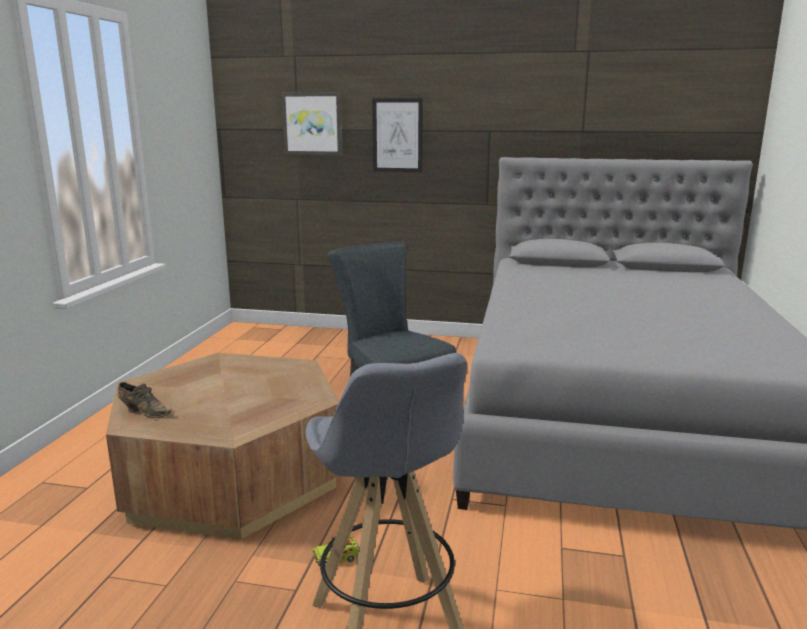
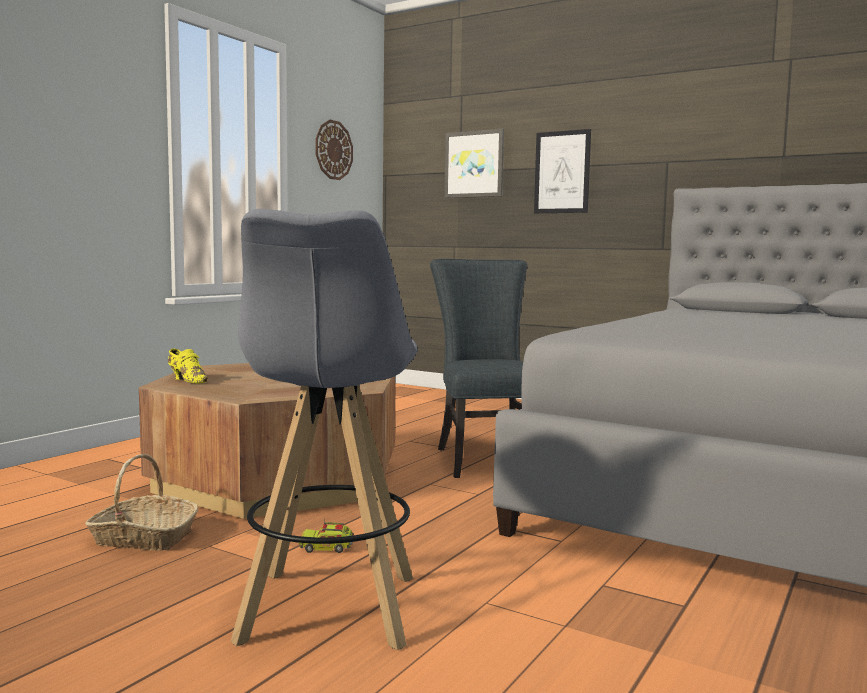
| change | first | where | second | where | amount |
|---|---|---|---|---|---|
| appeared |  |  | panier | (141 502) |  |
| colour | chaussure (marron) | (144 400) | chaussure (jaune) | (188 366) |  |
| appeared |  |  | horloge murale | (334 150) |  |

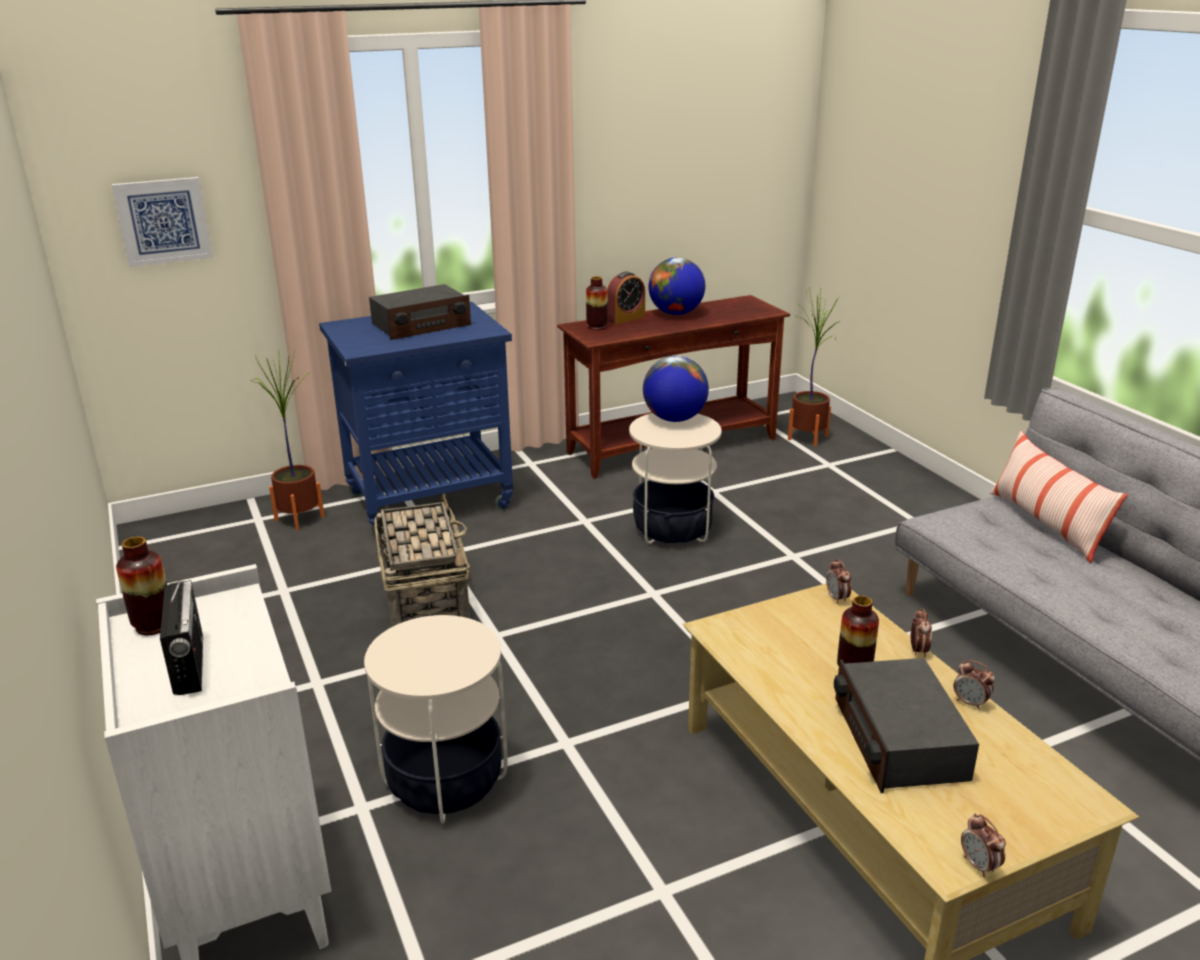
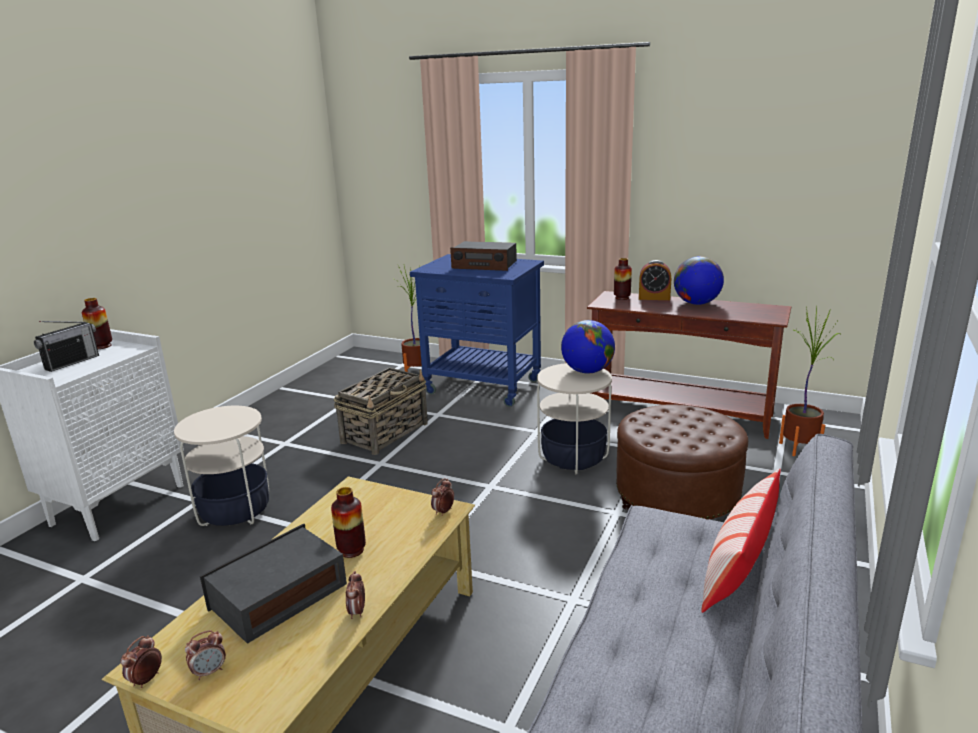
| change | first | where | second | where | amount |
|---|---|---|---|---|---|
| relocated | réveil | (921 632) |  | (205 655) |  |
| appeared |  |  | pouf (marron) | (682 462) |  |
| missing | tableau | (162 222) |  |  |  |

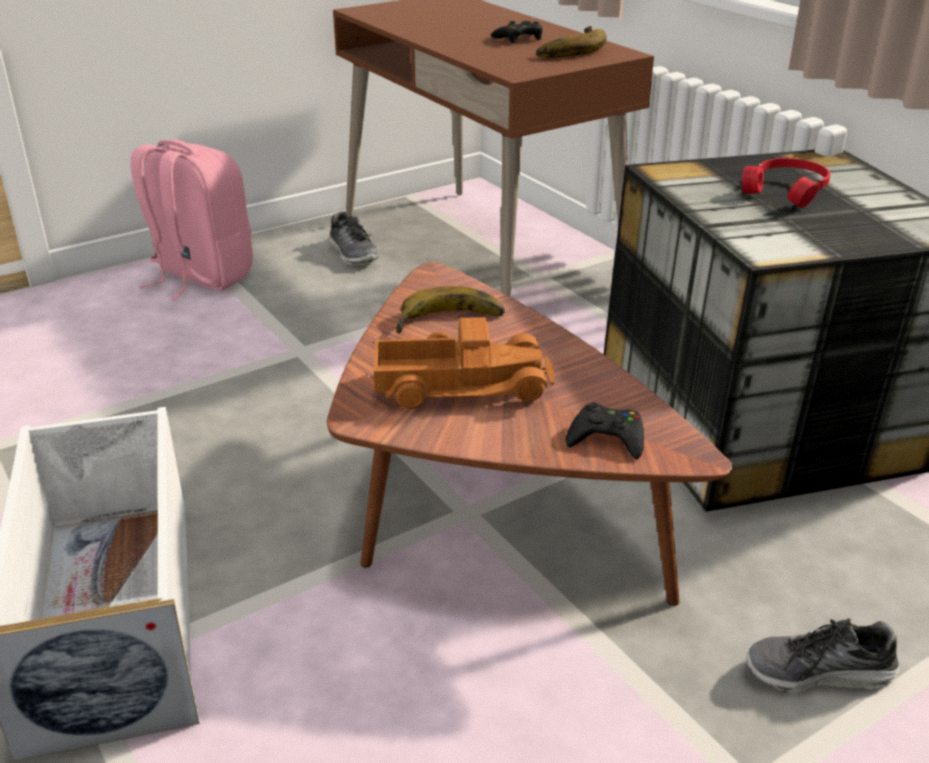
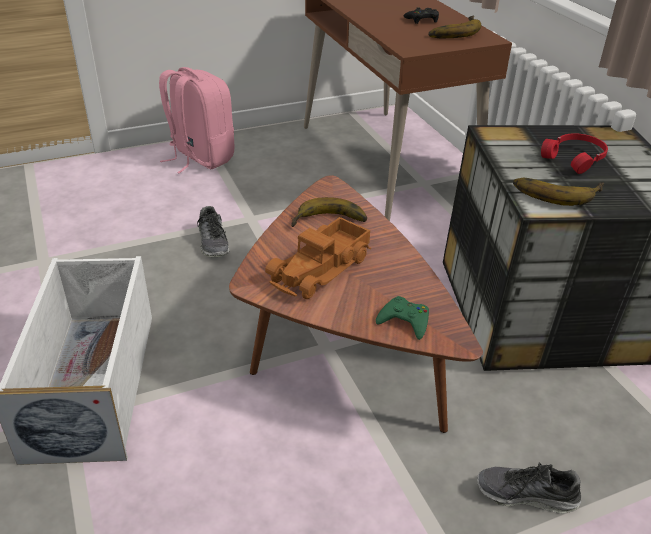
| change | first | where | second | where | amount |
|---|---|---|---|---|---|
| relocated | chaussure | (353 238) |  | (213 231) |  |
| spun | camion jouet | (464 363) |  | (318 258) | 120 degrees clockwise |
| colour | manette (noir) | (605 431) | manette (vert) | (402 318) |  |
| appeared |  |  | banane | (558 192) |  |

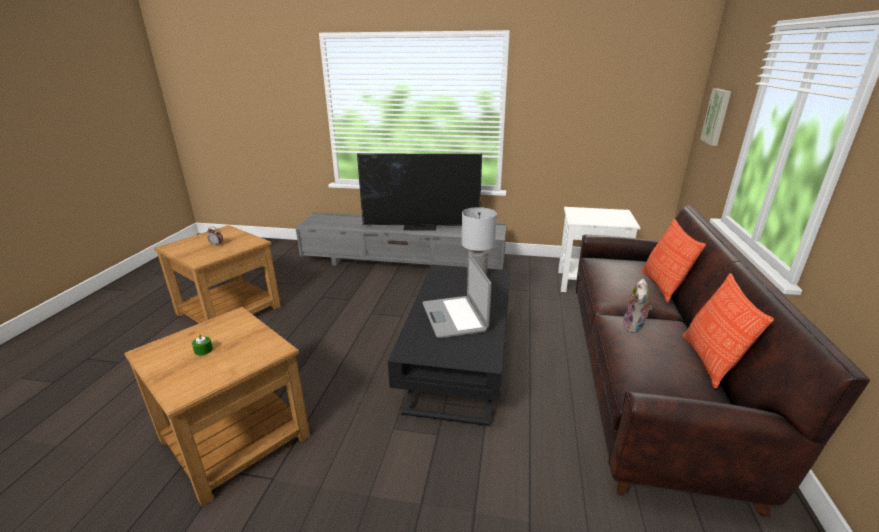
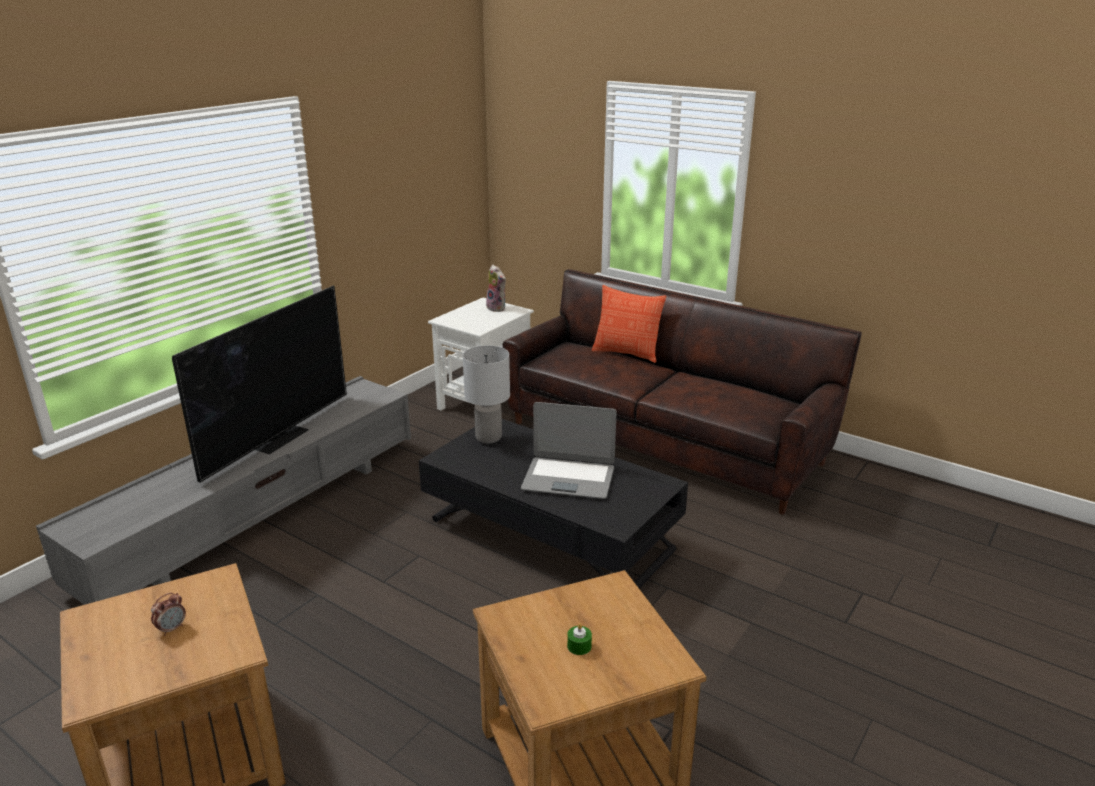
| change | first | where | second | where | amount |
|---|---|---|---|---|---|
| relocated | peluche | (637 306) |  | (496 288) |  |
| missing | coussin (orange) | (728 331) |  |  |  |
| missing | tableau | (715 117) |  |  |  |

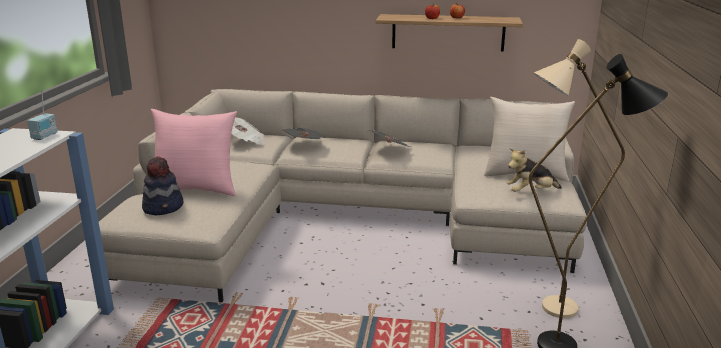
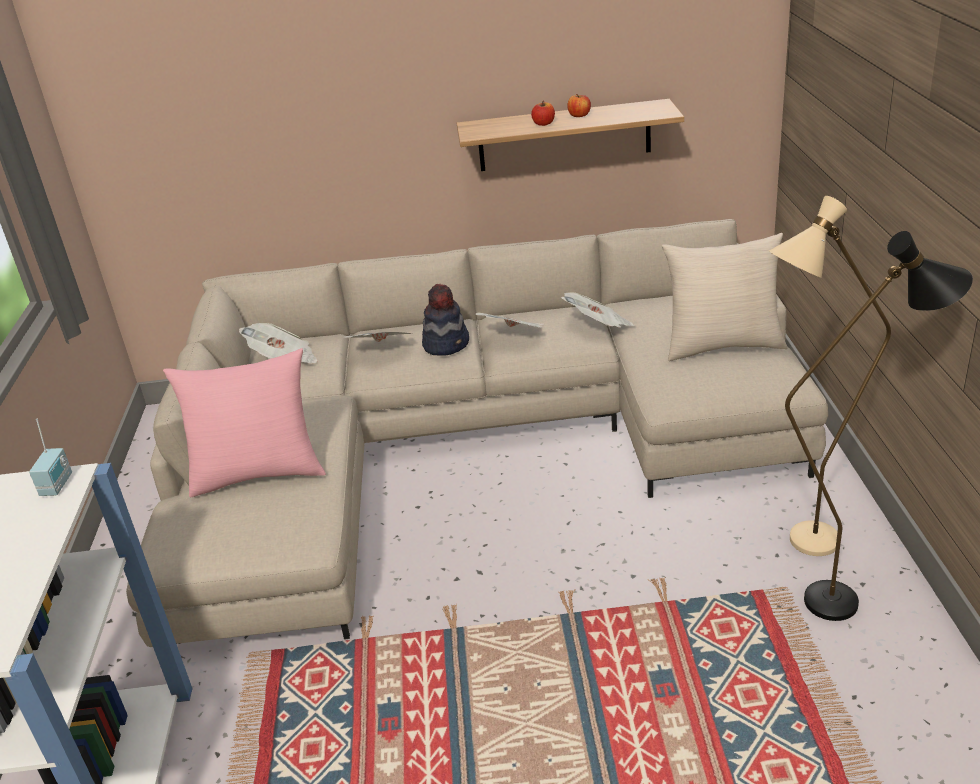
| change | first | where | second | where | amount |
|---|---|---|---|---|---|
| relocated | chapeau | (162 185) |  | (445 320) |  |
| appeared |  |  | journal | (598 310) |  |
| missing | peluche | (534 170) |  |  |  |

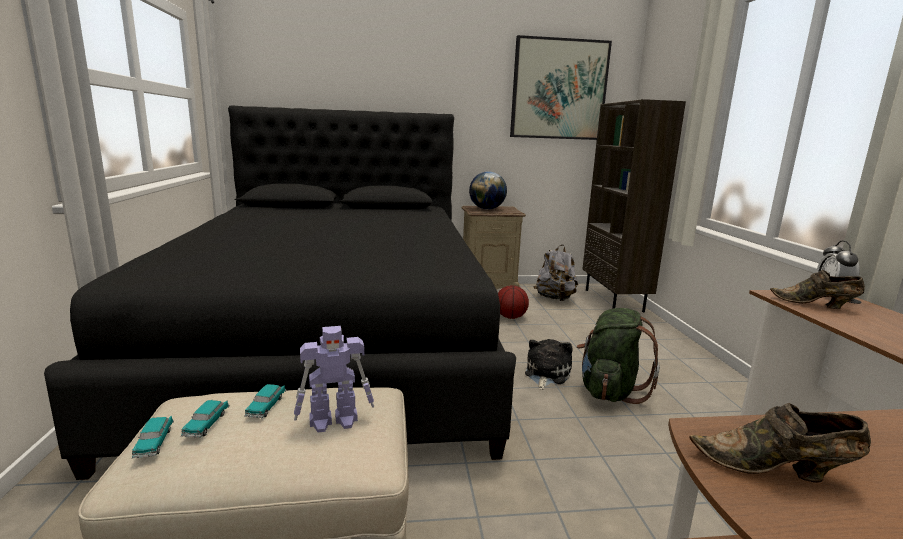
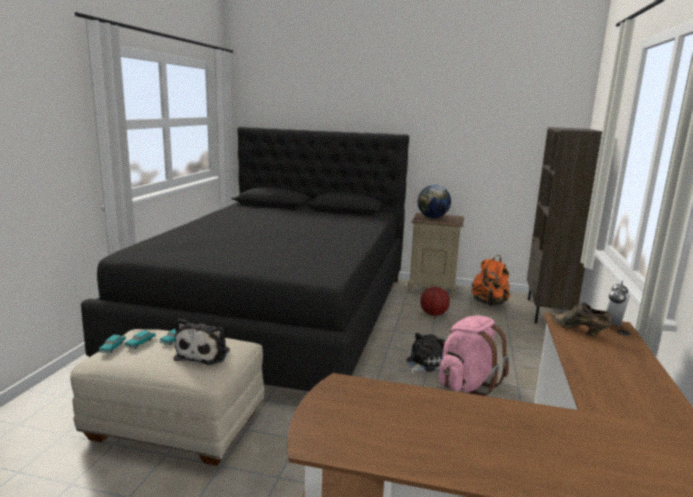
| change | first | where | second | where | amount |
|---|---|---|---|---|---|
| exchanged | robot jouet | (334 379) | peluche | (202 341) |  |
| colour | sac à dos (vert) | (618 356) | sac à dos (rose) | (474 355) |  |
| colour | sac à dos (gris) | (555 273) | sac à dos (orange) | (491 280) |  |
| missing | tableau | (561 87) |  |  |  |
| missing | chaussure (marron) | (780 443) |  |  |  |

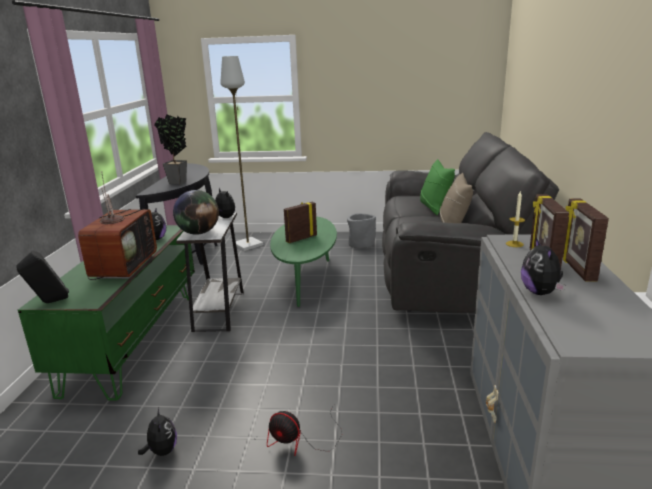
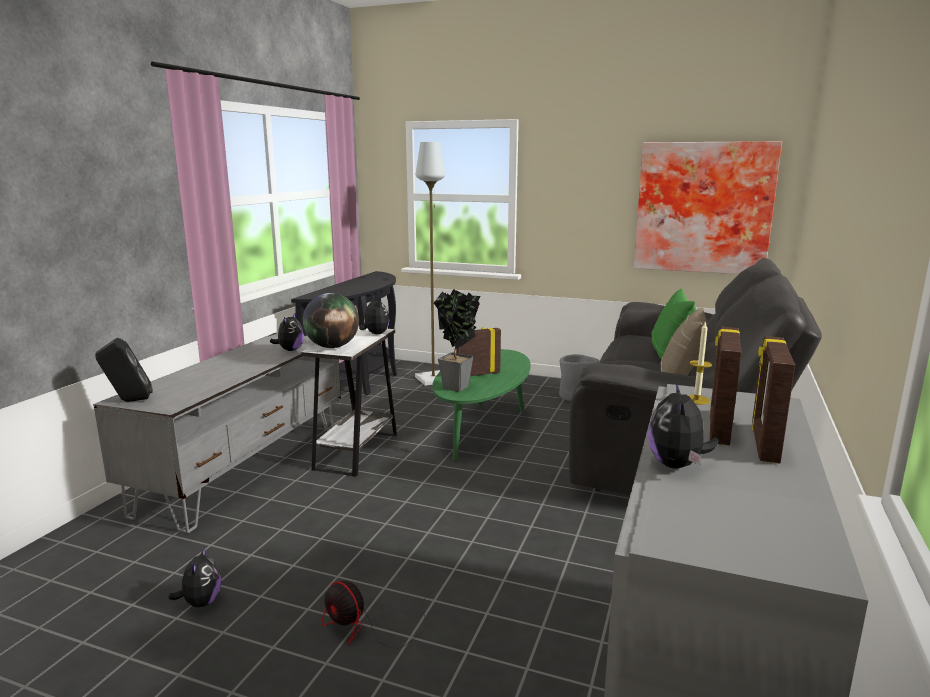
| change | first | where | second | where | amount |
|---|---|---|---|---|---|
| colour | meuble télé (vert) | (106 313) | meuble télé (gris) | (217 433) |  |
| relocated | plante en pot | (170 149) |  | (457 340) |  |
| appeared |  |  | tableau | (708 207) |  |
| missing | téléviseur | (117 225) |  |  |  |

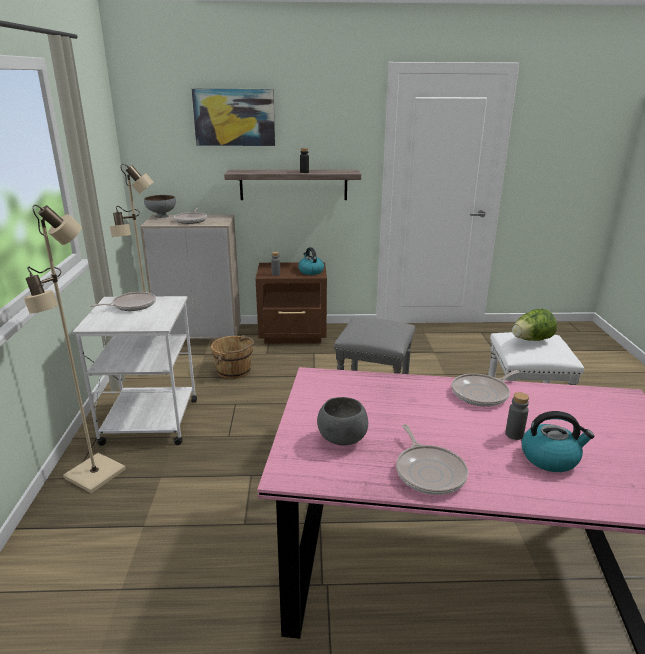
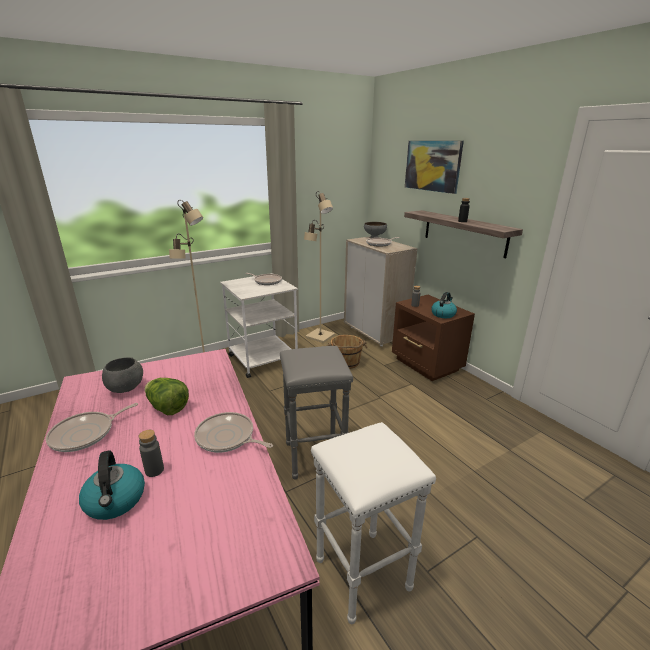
| change | first | where | second | where | amount |
|---|---|---|---|---|---|
| relocated | laitue | (534 325) |  | (167 396) |  |

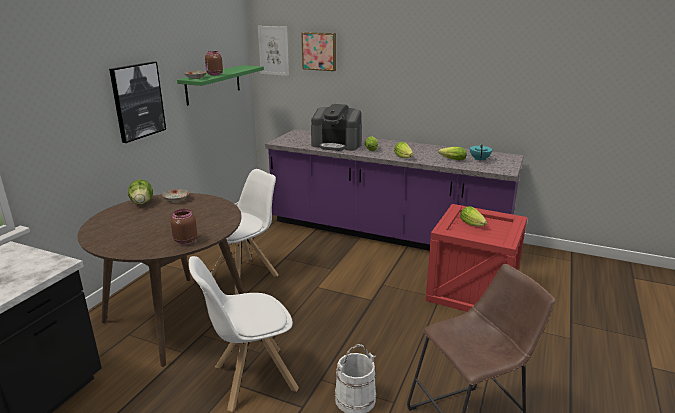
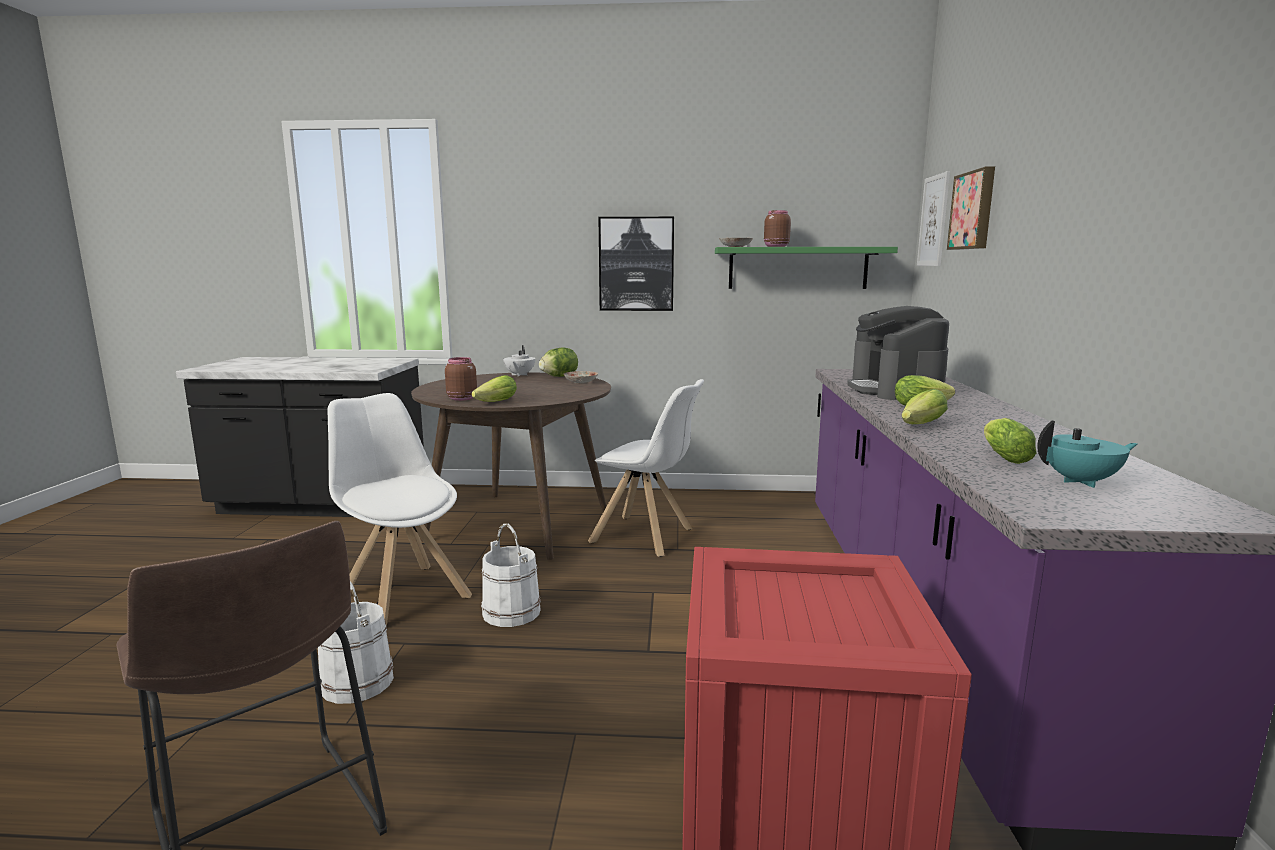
| change | first | where | second | where | amount |
|---|---|---|---|---|---|
| relocated | laitue | (473 217) |  | (494 388) |  |
| appeared |  |  | seau (blanc) | (511 575) |  |
| appeared |  |  | théière (blanc) | (519 361) |  |

